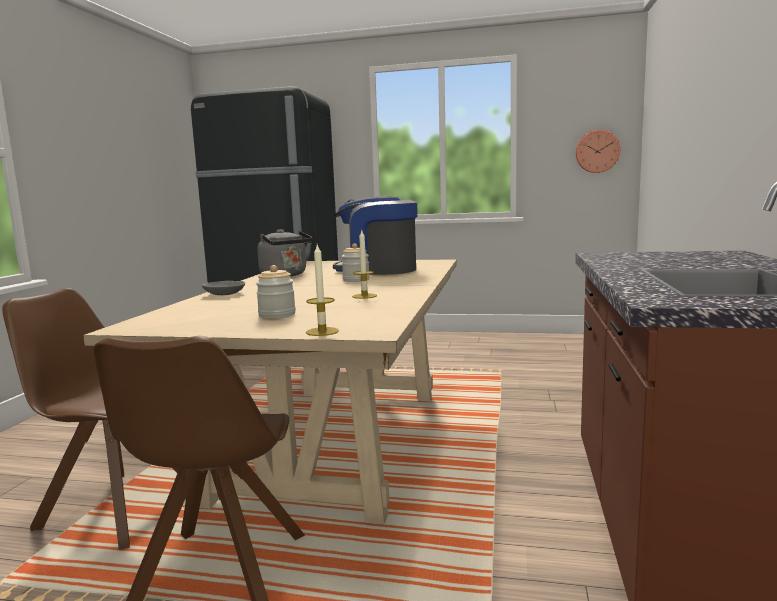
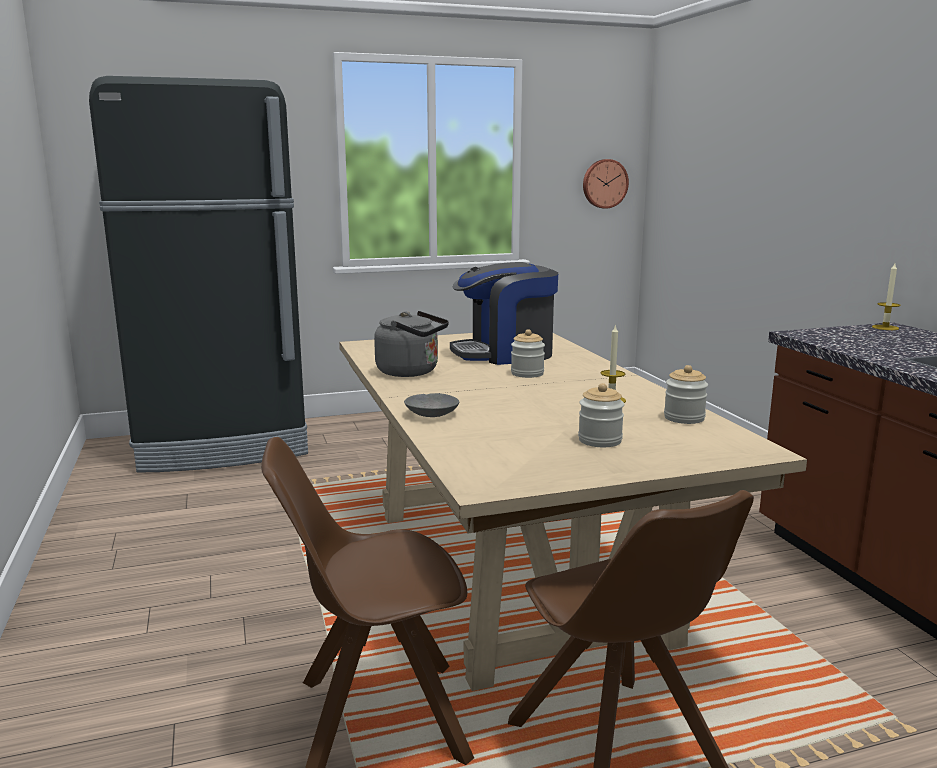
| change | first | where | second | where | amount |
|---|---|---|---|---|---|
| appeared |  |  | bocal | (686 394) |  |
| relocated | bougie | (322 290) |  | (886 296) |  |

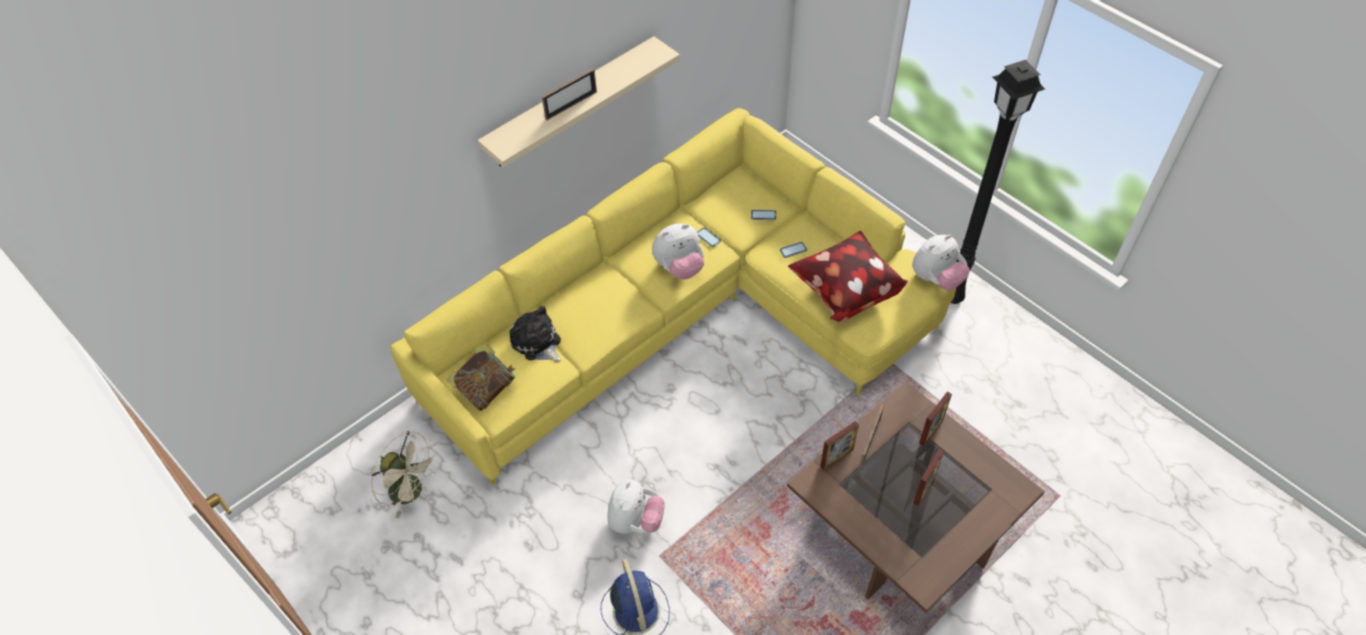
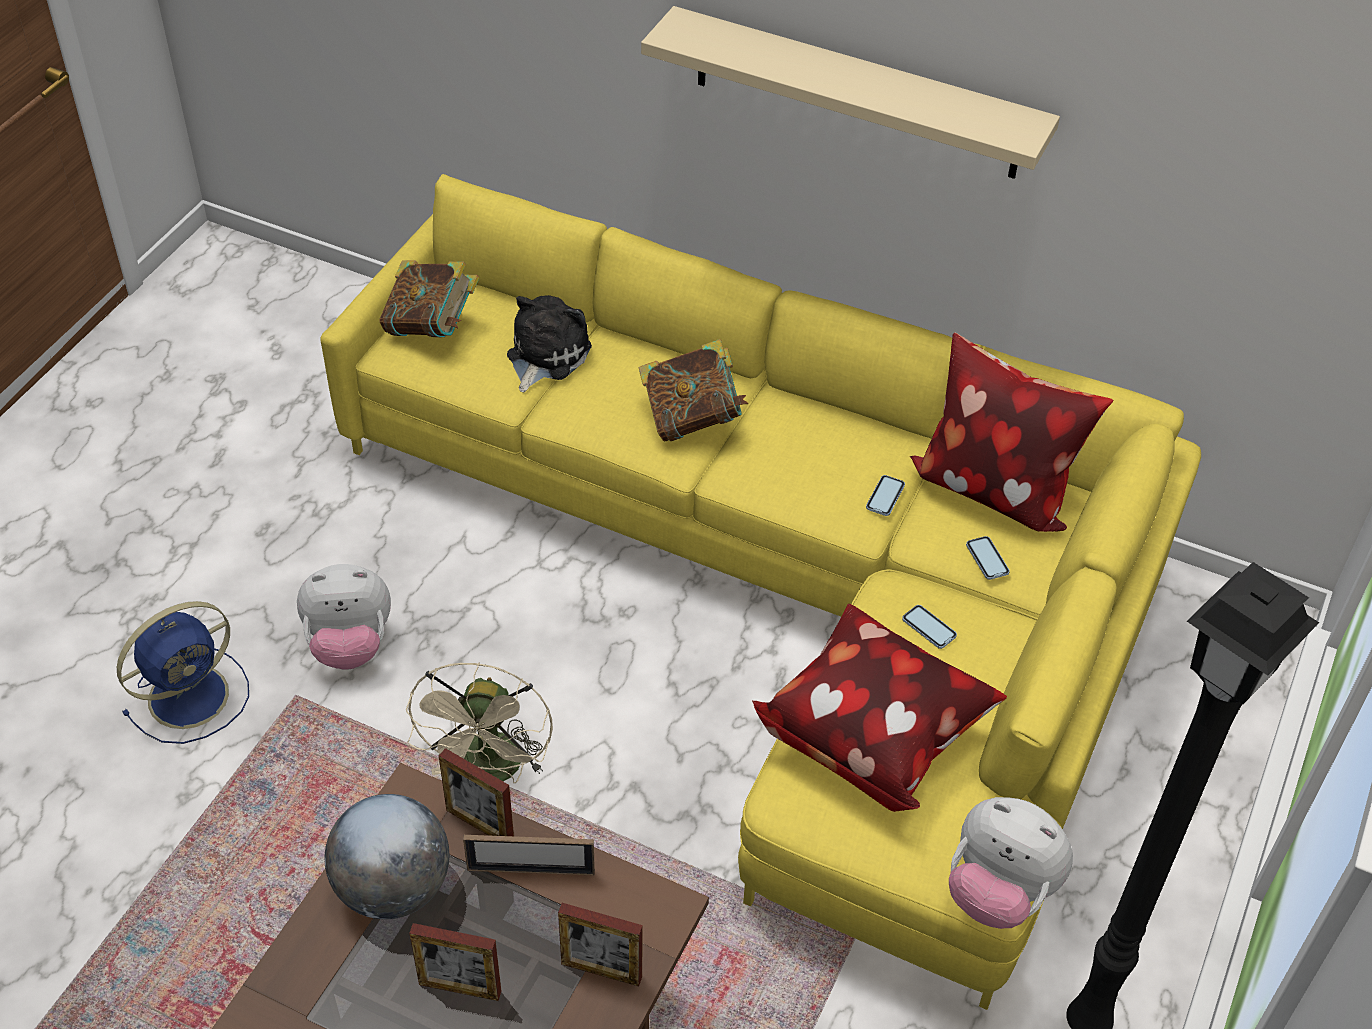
| change | first | where | second | where | amount |
|---|---|---|---|---|---|
| appeared |  |  | globe | (387 856) |  |
| relocated | ventilateur (beige) | (404 474) |  | (479 723) |  |
| appeared |  |  | livre | (693 390) |  |
| appeared |  |  | coussin | (1011 432) |  |
| missing | cadre photo | (569 94) |  |  |  |
| missing | peluche | (678 251) |  |  |  |

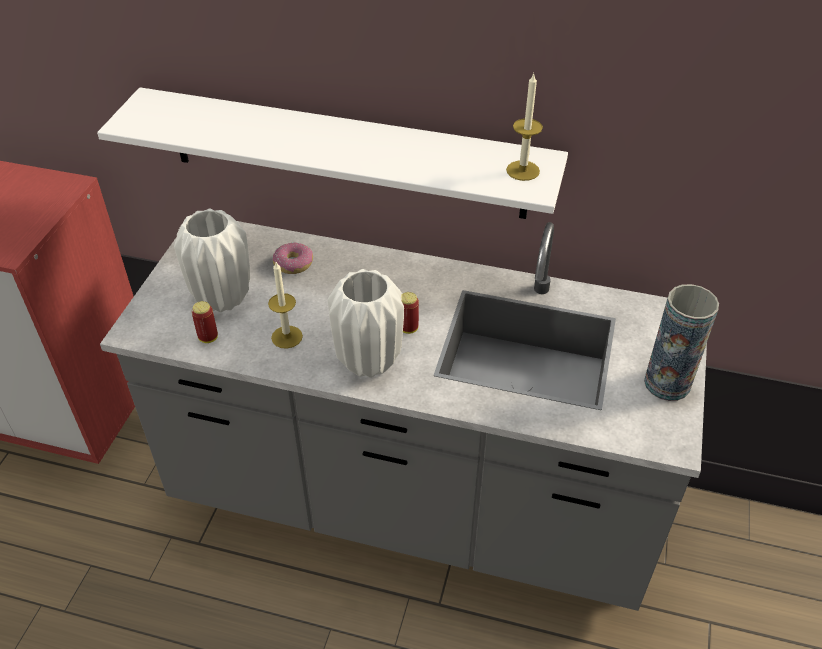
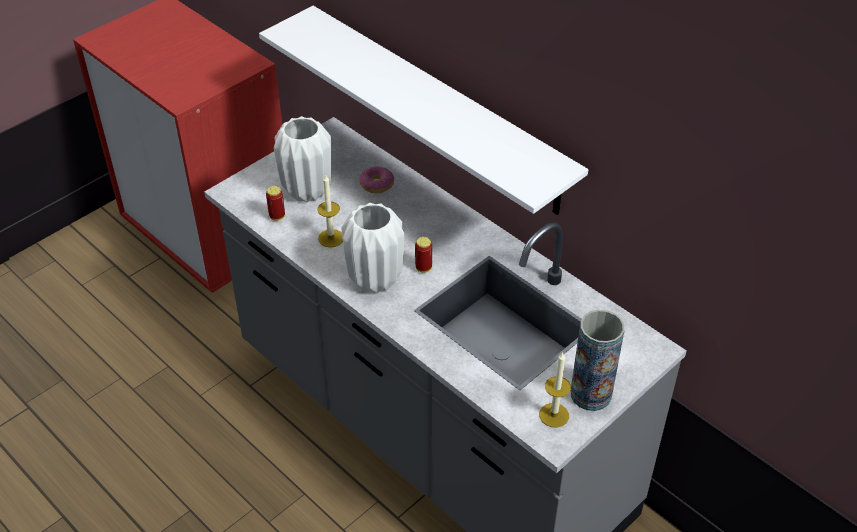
| change | first | where | second | where | amount |
|---|---|---|---|---|---|
| relocated | bougie | (524 127) |  | (555 390) |  |

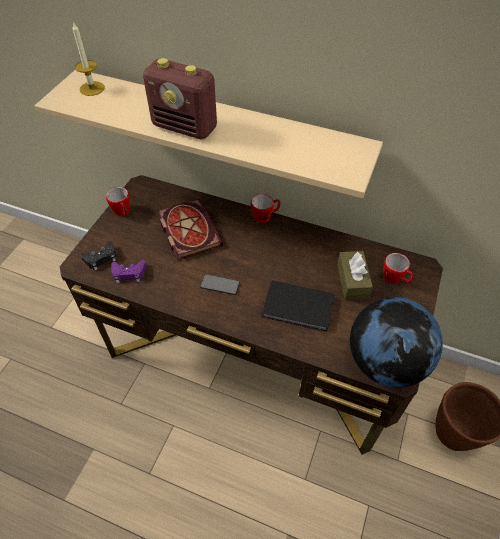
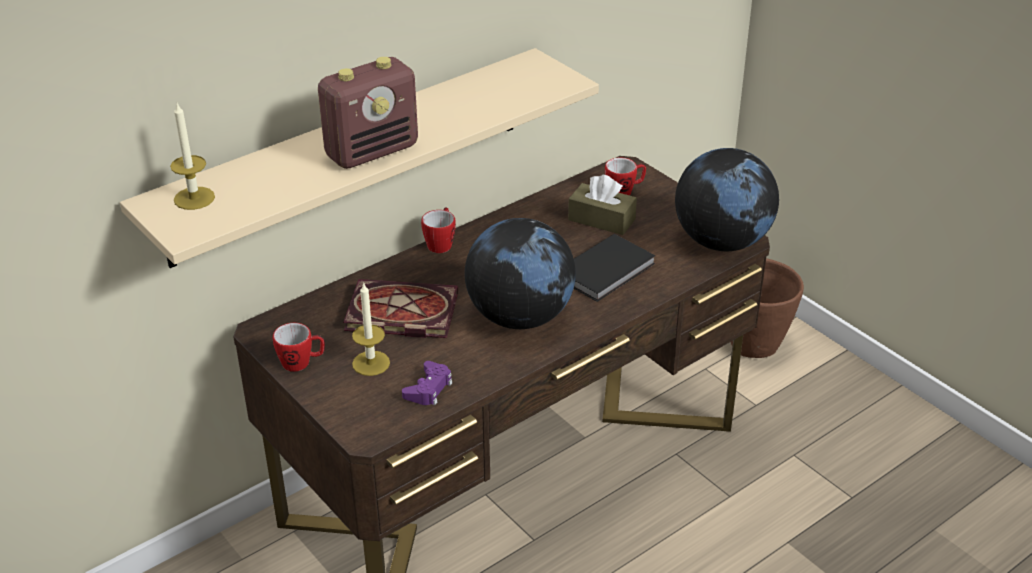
| change | first | where | second | where | amount |
|---|---|---|---|---|---|
| appeared |  |  | bougie | (371 329) |  |
| exchanged | téléphone | (220 284) | globe | (520 273) |  |
| missing | manette (noir) | (98 255) |  |  |  |

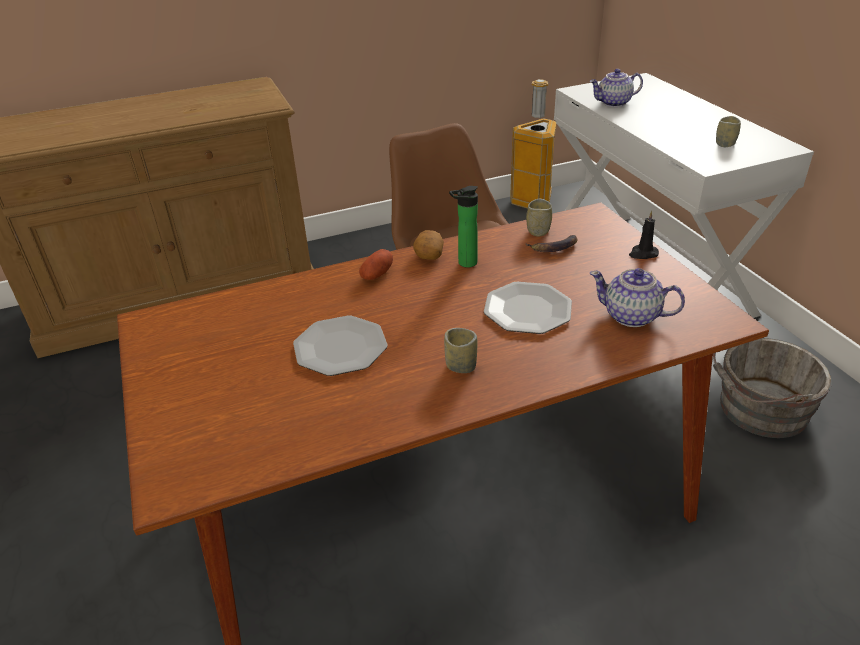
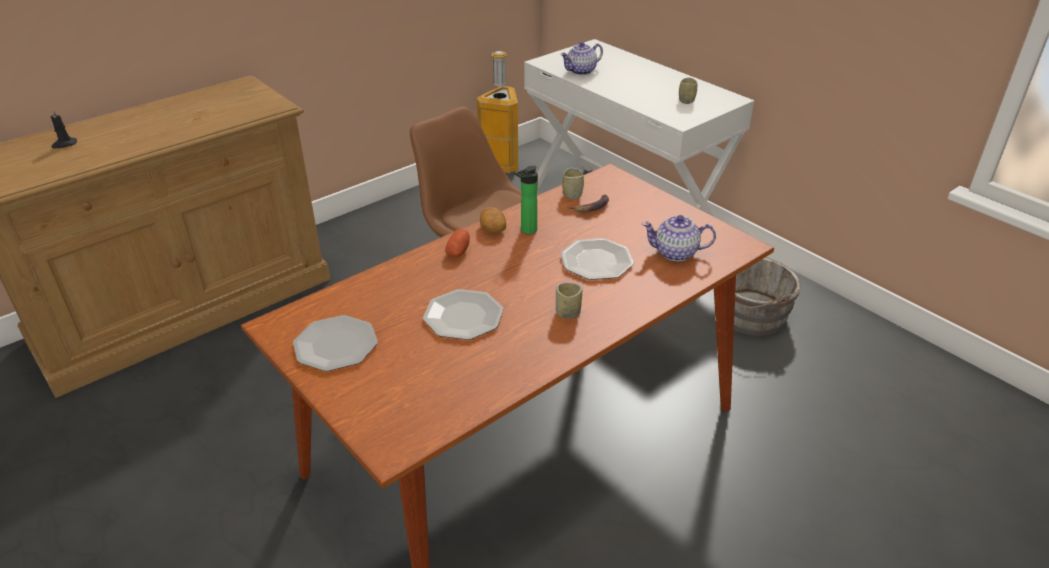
| change | first | where | second | where | amount |
|---|---|---|---|---|---|
| relocated | bougie (noir) | (644 234) |  | (63 128) |  |
| appeared |  |  | assiette | (335 343) |  |

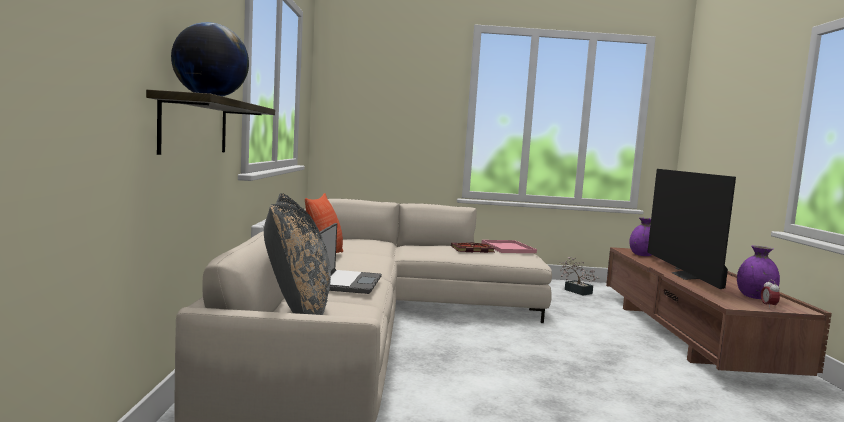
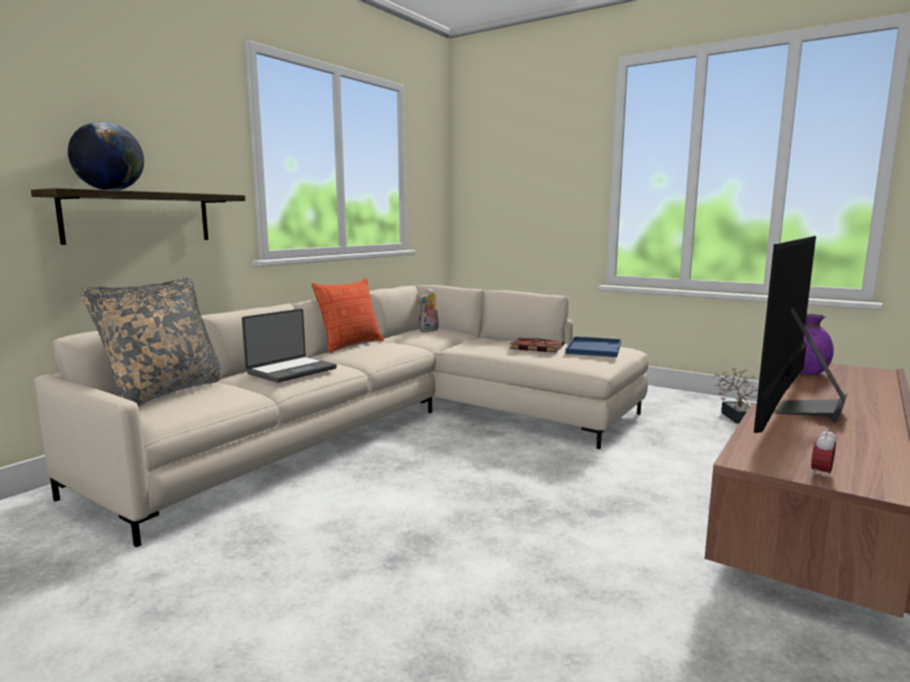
| change | first | where | second | where | amount |
|---|---|---|---|---|---|
| appeared |  |  | peluche | (429 310) |  |
| colour | plateau (rose) | (509 246) | plateau (bleu) | (593 346) |  |
| missing | vase (violet) | (758 272) |  |  |  |

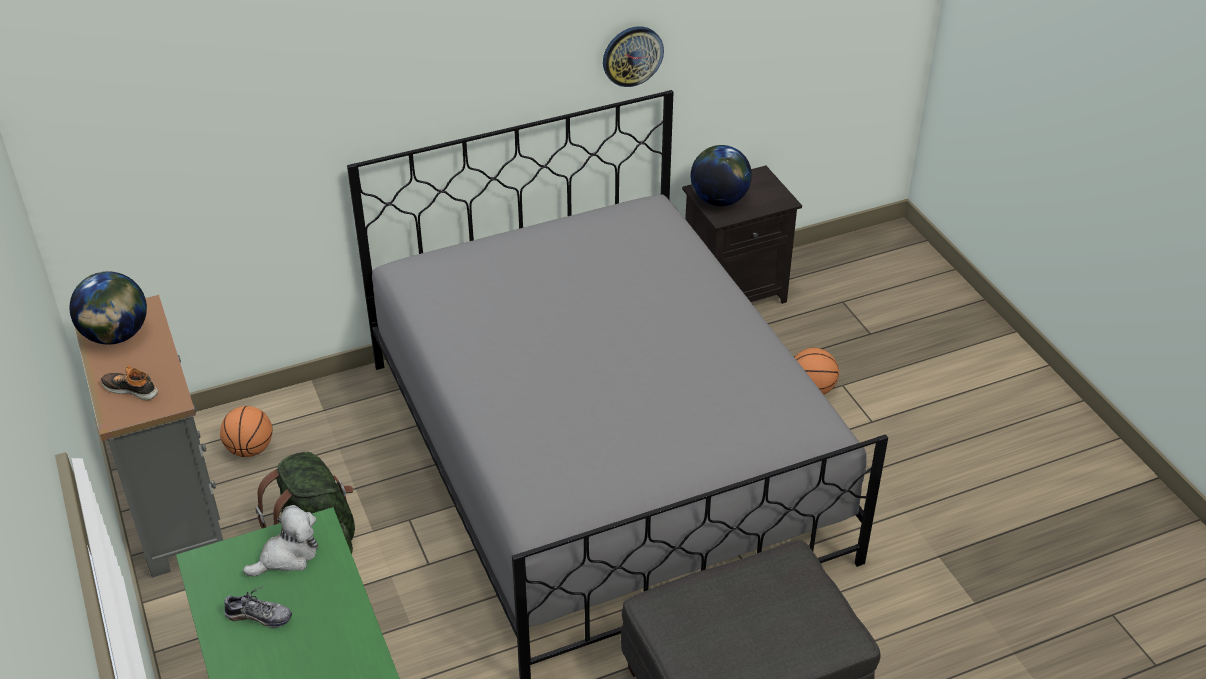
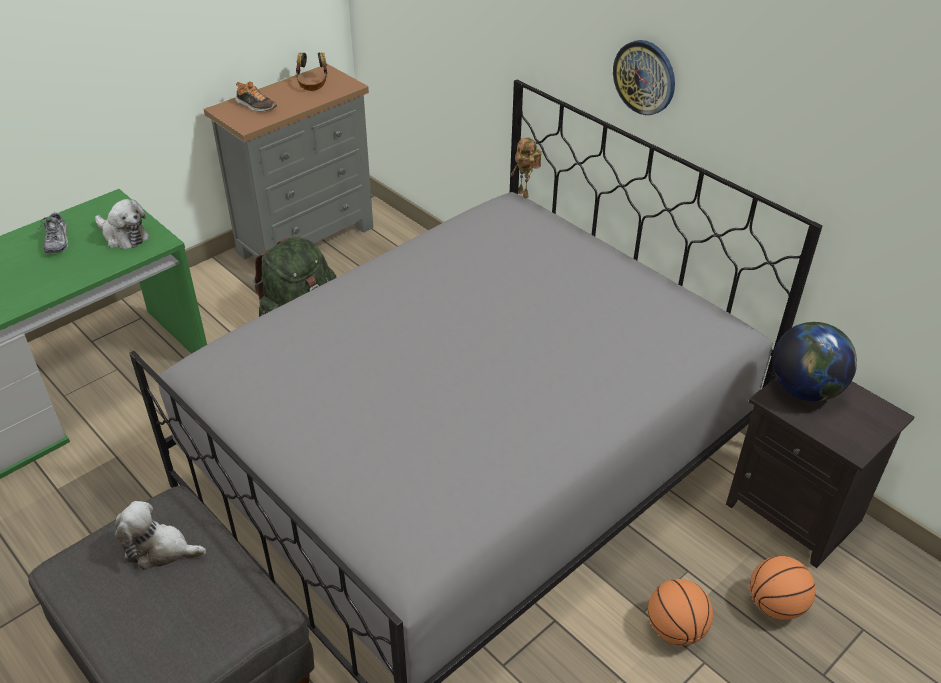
| change | first | where | second | where | amount |
|---|---|---|---|---|---|
| appeared |  |  | peluche | (160 535) |  |
| spun | chaussure | (129 383) |  | (256 96) | 120 degrees clockwise |
| exchanged | globe | (108 308) | casque audio | (311 72) |  |
| appeared |  |  | robot jouet | (526 168) |  |
| relocated | horloge murale | (633 56) |  | (644 77) |  |
| relocated | ballon de basket | (246 431) |  | (783 588) |  |

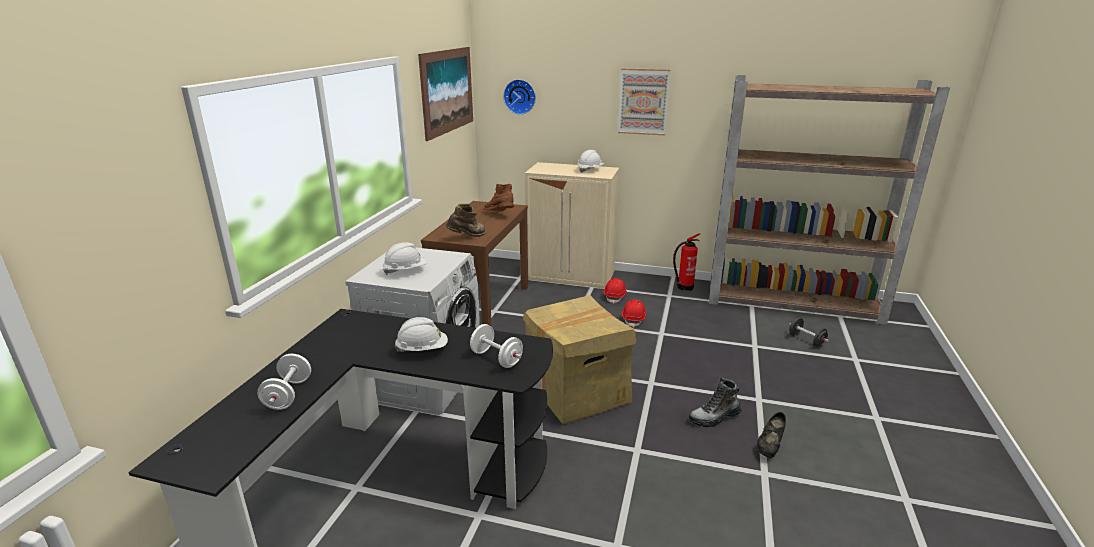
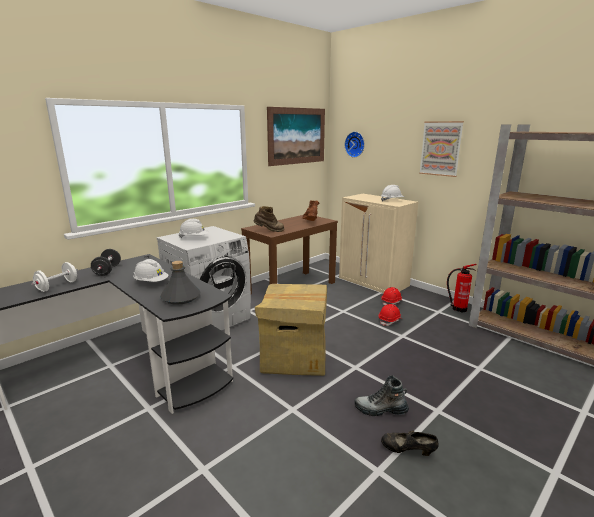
| change | first | where | second | where | amount |
|---|---|---|---|---|---|
| relocated | haltère (noir) | (809 332) |  | (106 262) |  |
| exchanged | haltère (blanc) | (496 346) | bouteille (gris) | (180 283) |  |
| spun | chaussure (noir) | (771 435) |  | (410 443) | 45 degrees clockwise |

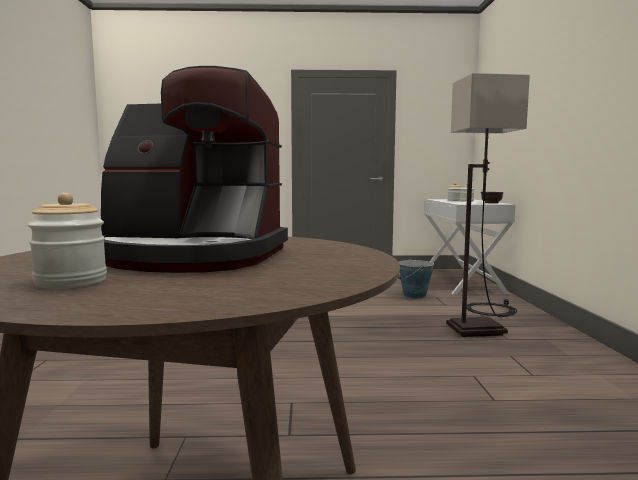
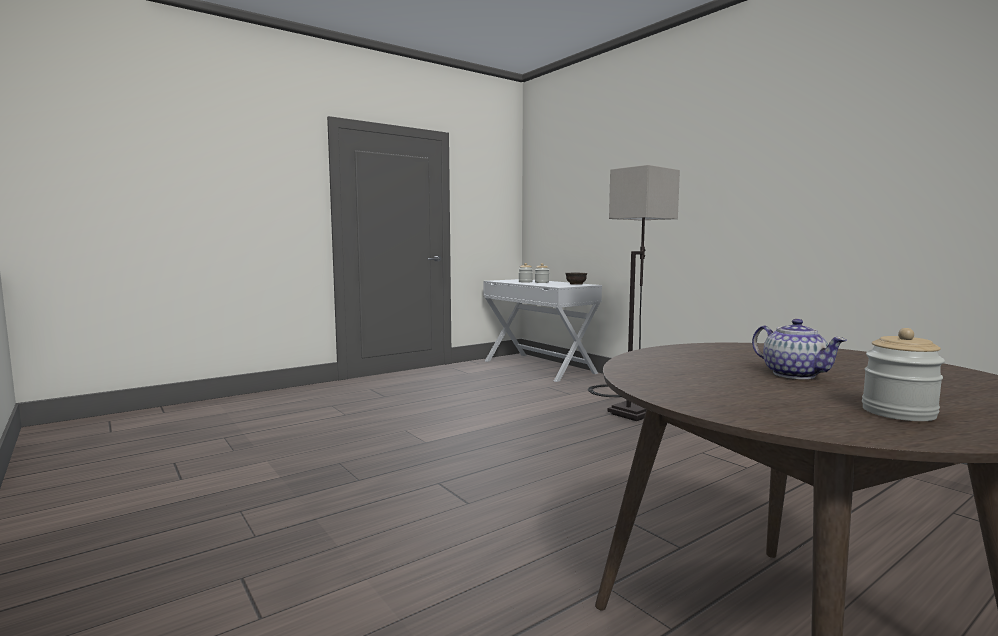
| change | first | where | second | where | amount |
|---|---|---|---|---|---|
| exchanged | machine à café | (194 169) | théière | (799 349) |  |
| missing | seau | (416 279) |  |  |  |

